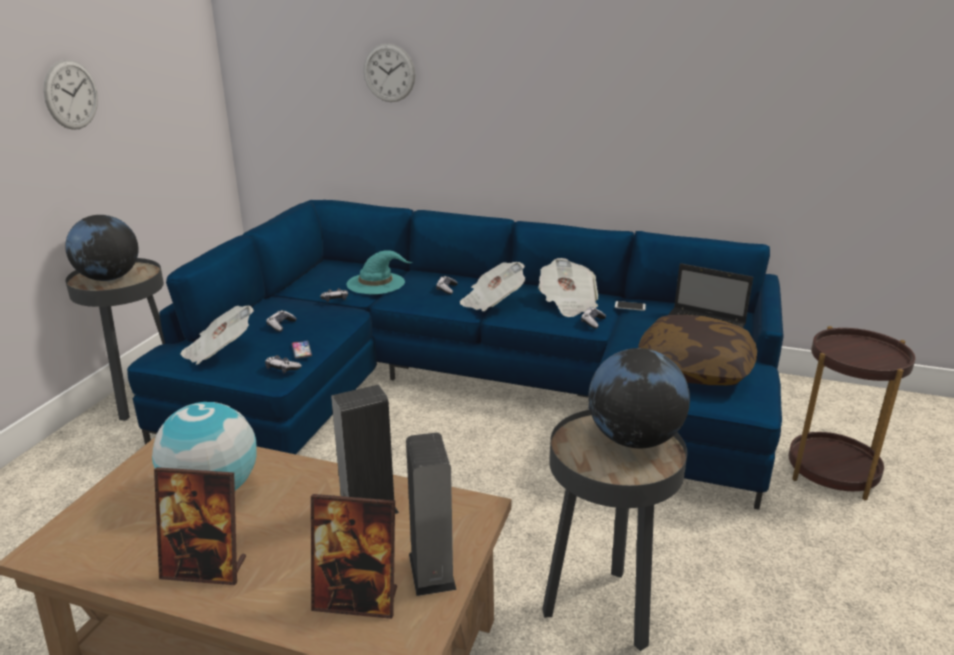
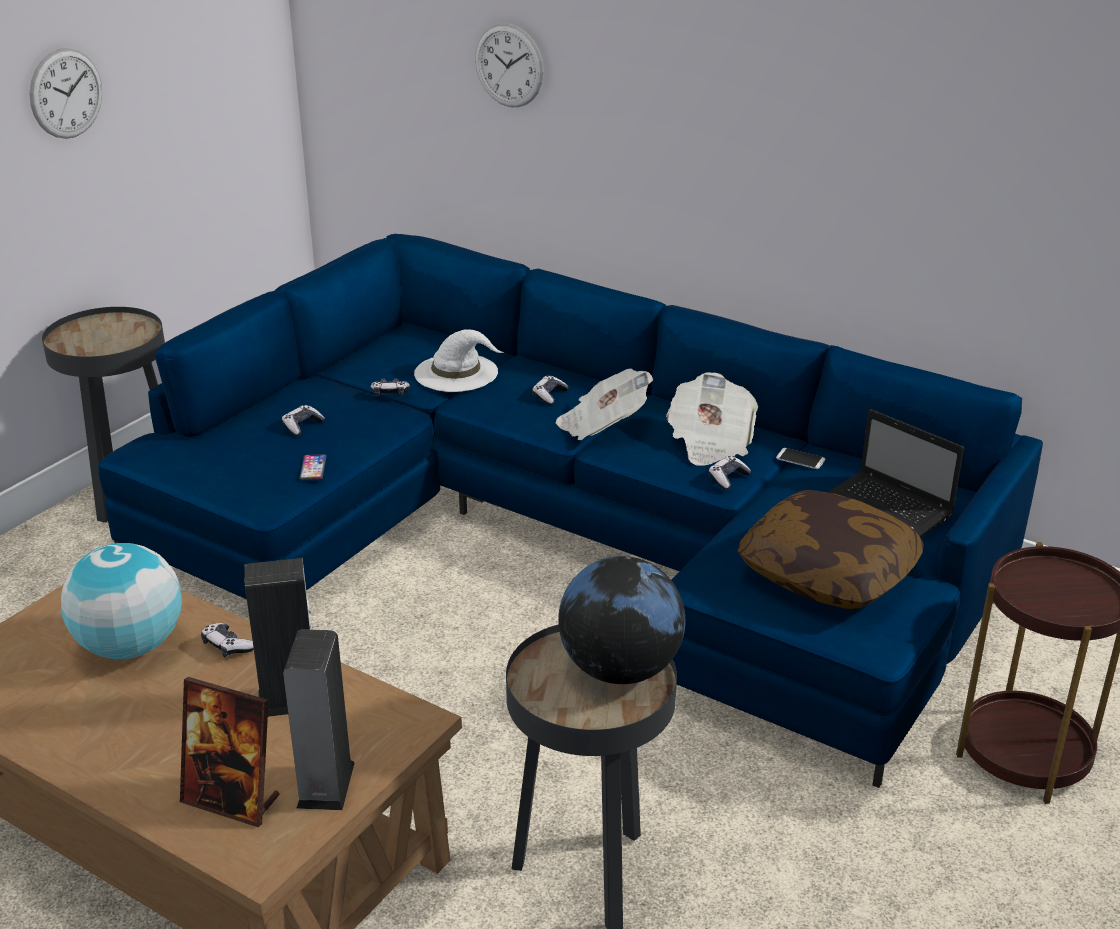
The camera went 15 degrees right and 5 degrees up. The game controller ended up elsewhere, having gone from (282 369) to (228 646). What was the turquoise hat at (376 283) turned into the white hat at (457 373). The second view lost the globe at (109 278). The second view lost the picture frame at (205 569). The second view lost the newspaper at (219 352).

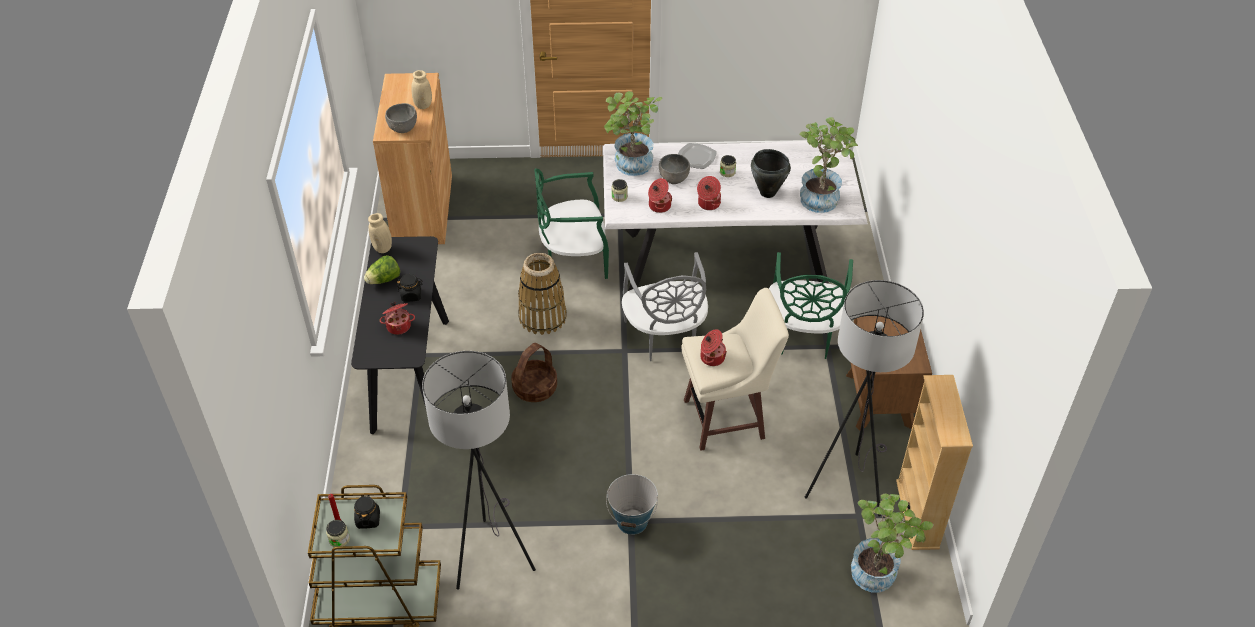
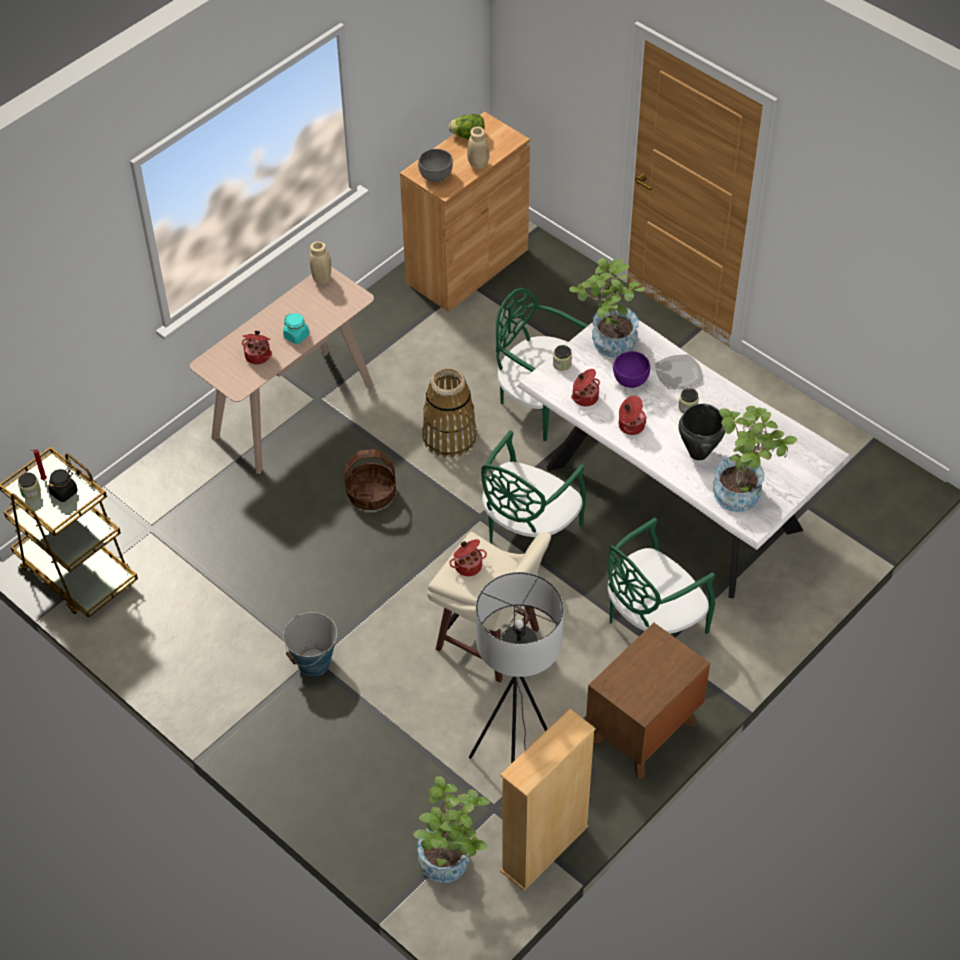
The camera went 45 degrees right and 5 degrees up. What was the black console table at (410 374) turned into the beige console table at (292 410). What was the black jar at (411 295) turned into the turquoise jar at (296 336). The lettuce ended up elsewhere, having gone from (384 280) to (468 136). What was the grey chair at (665 337) turned into the green chair at (528 531). What was the grey bowl at (674 179) turned into the purple bowl at (630 381). The second view lost the grey floor lamp at (490 553).

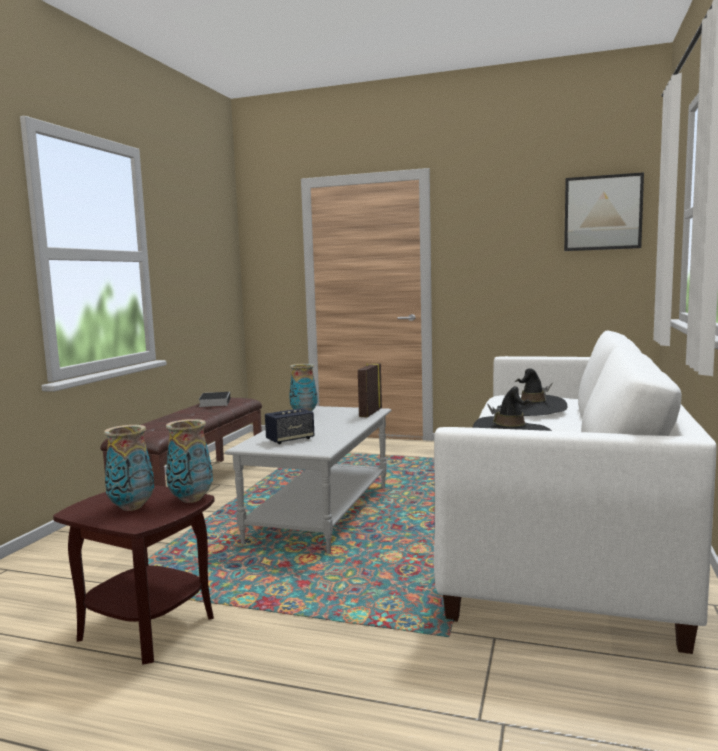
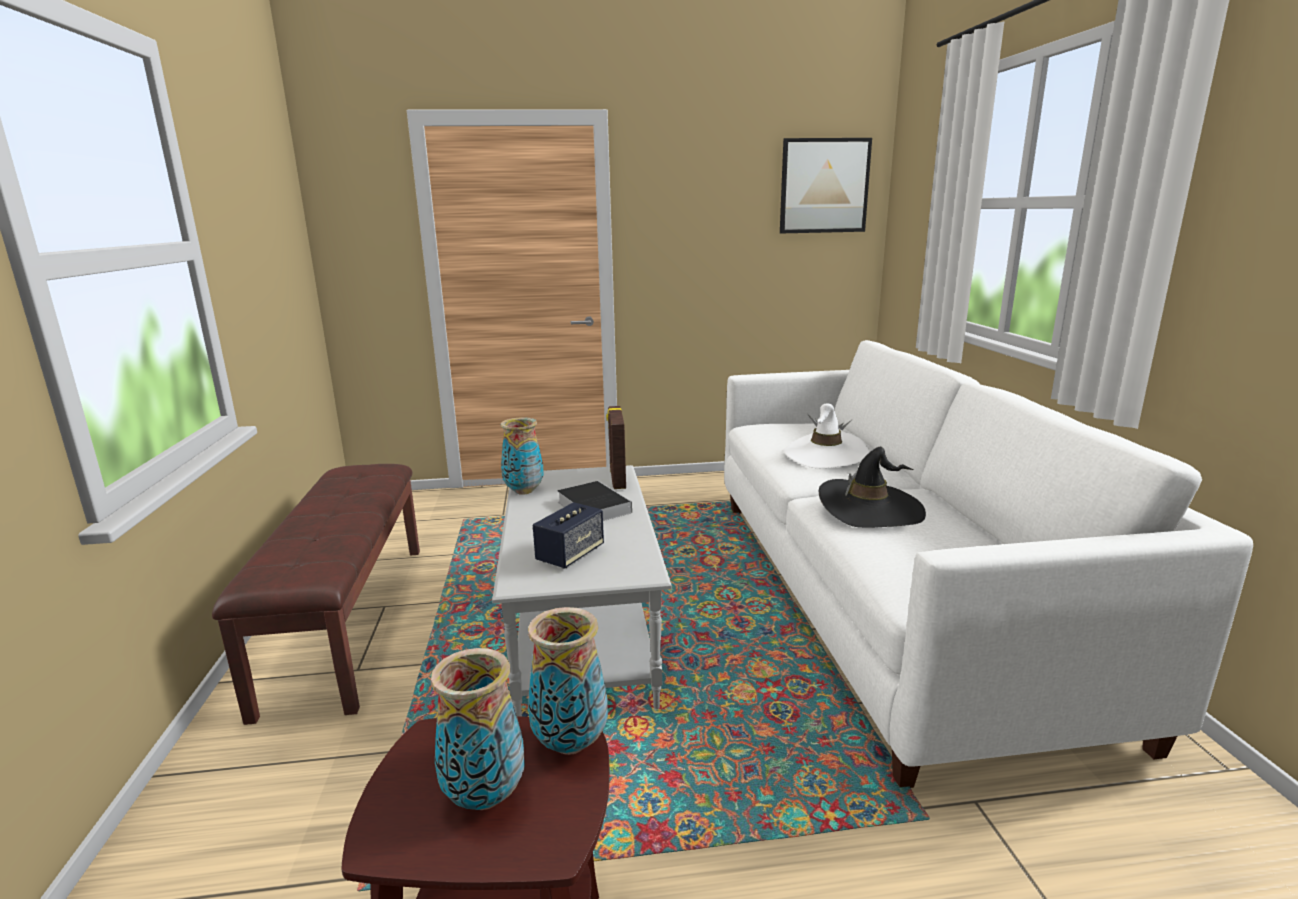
The camera went 25 degrees left and 10 degrees up. The book ended up elsewhere, having gone from (215 402) to (592 506). What was the black hat at (531 411) turned into the white hat at (825 455).

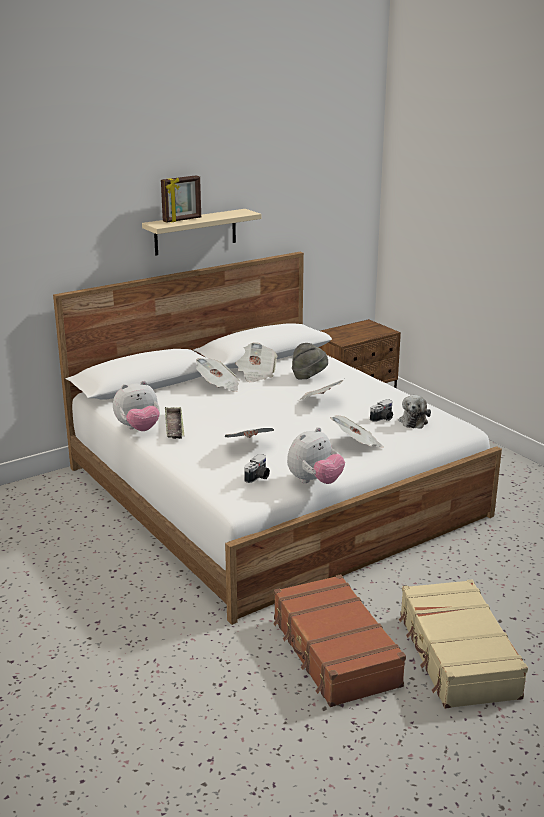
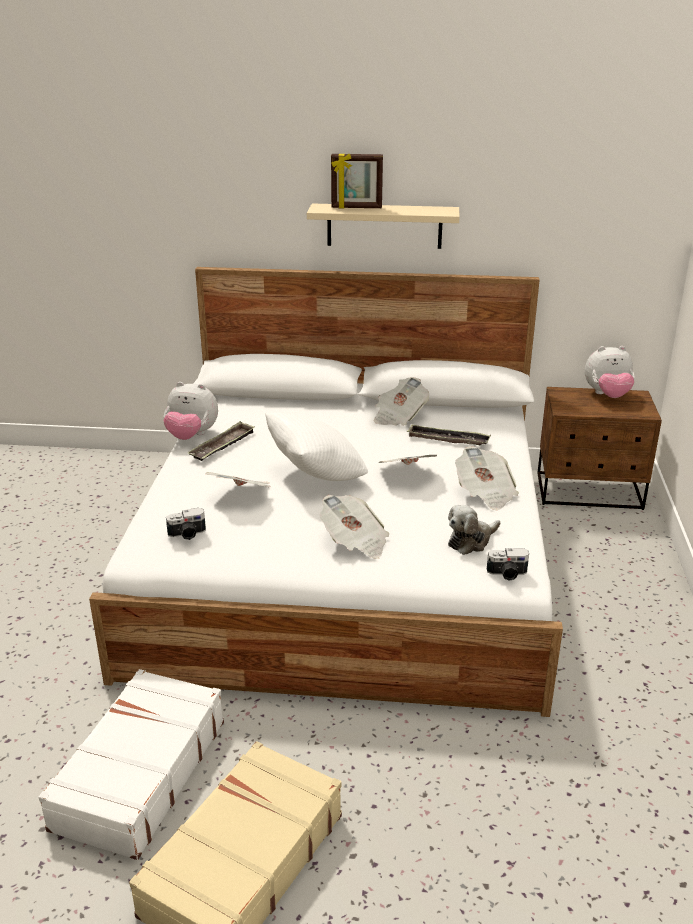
The camera went 40 degrees right and 5 degrees up. What was the brown suitcase at (334 652) turned into the white suitcase at (139 774). The second view gained the white pillow at (316 475). Where the grey hat stood at (309 377), the tray came to stand at (448 439). The newspaper ended up elsewhere, having gone from (219 386) to (485 493). The photo camera ended up elsewhere, having gone from (383 418) to (507 574). The plush toy ended up elsewhere, having gone from (314 482) to (607 395).

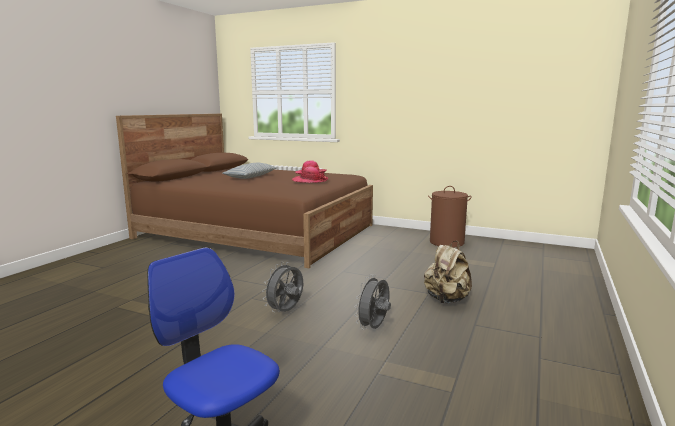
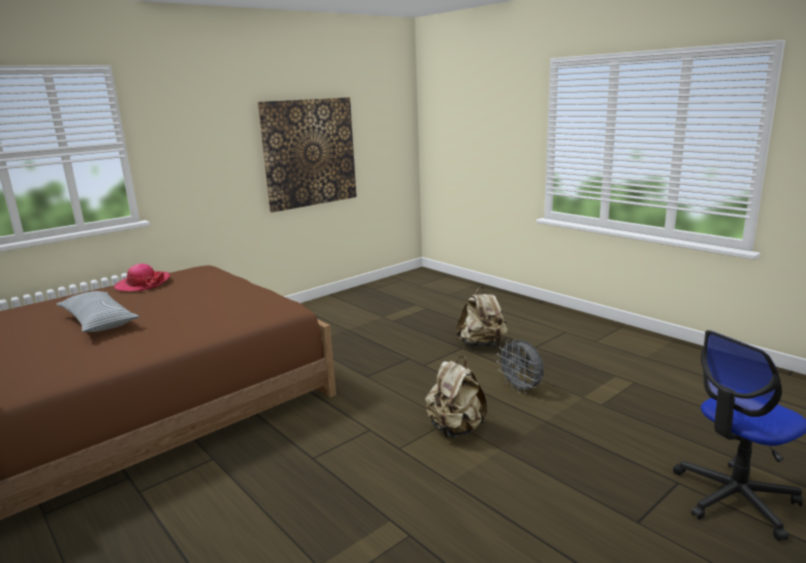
The camera went 65 degrees left and 5 degrees up. The second view gained the picture at (309 153). Where the grey fan stood at (286 311), the beige backpack came to stand at (455 429). The second view lost the hat at (310 181). The second view lost the brown laundry basket at (447 242).

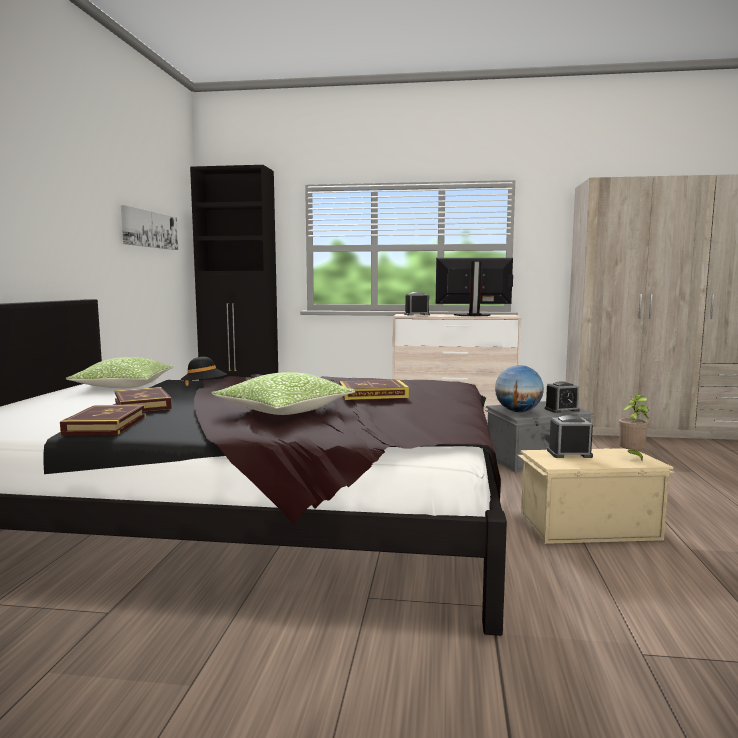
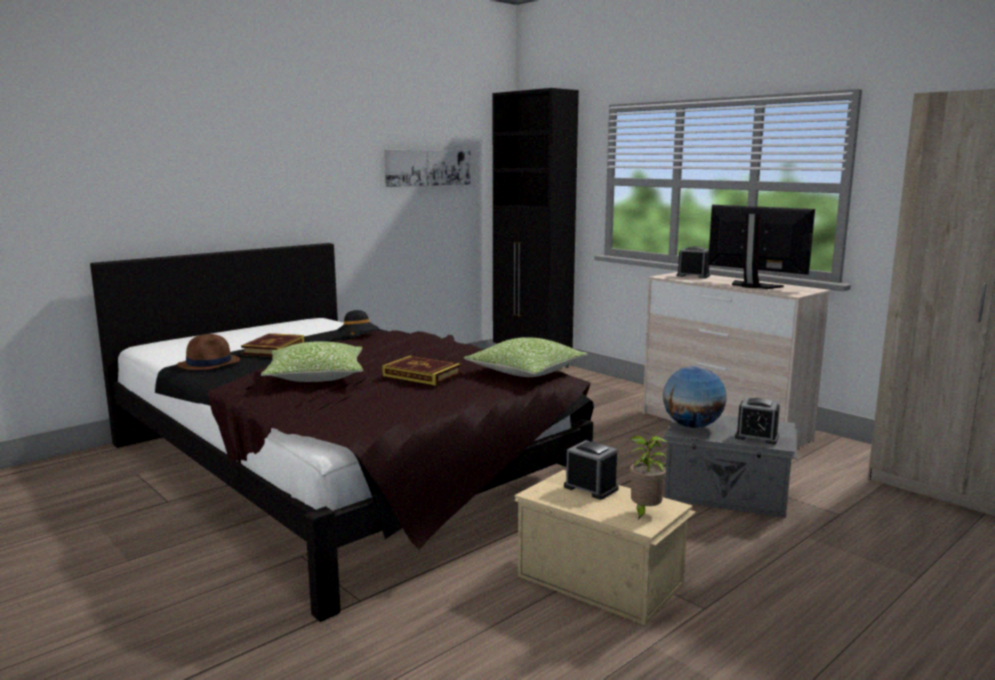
The camera went 40 degrees right and 5 degrees up. Where the book stood at (106 425), the brown hat came to stand at (209 363). The pillow ended up elsewhere, having gone from (124 386) to (526 372).

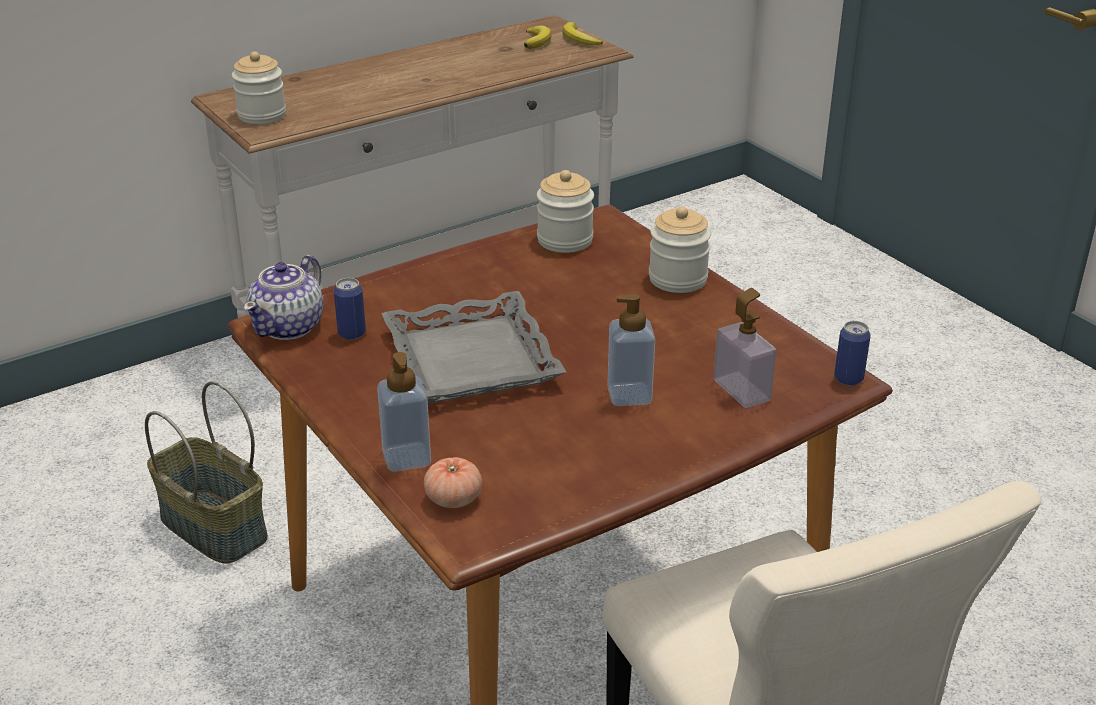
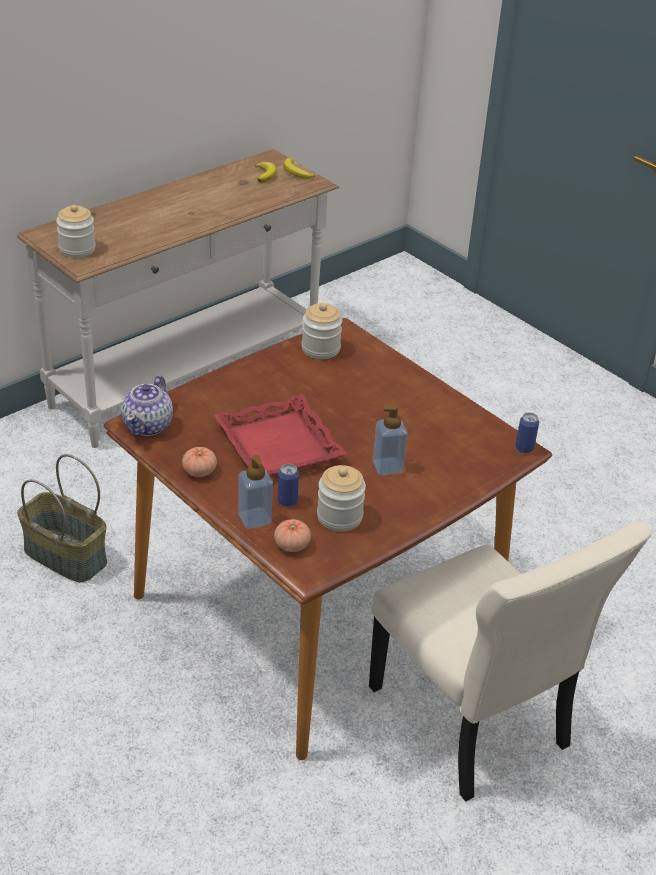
The camera went 10 degrees left and 5 degrees up. The second view gained the tomato at (199 471). What was the grey tray at (469 359) turned into the red tray at (277 445). The can ended up elsewhere, having gone from (352 333) to (287 501). The jar ended up elsewhere, having gone from (677 279) to (339 517). The second view lost the soap dispenser at (741 390).

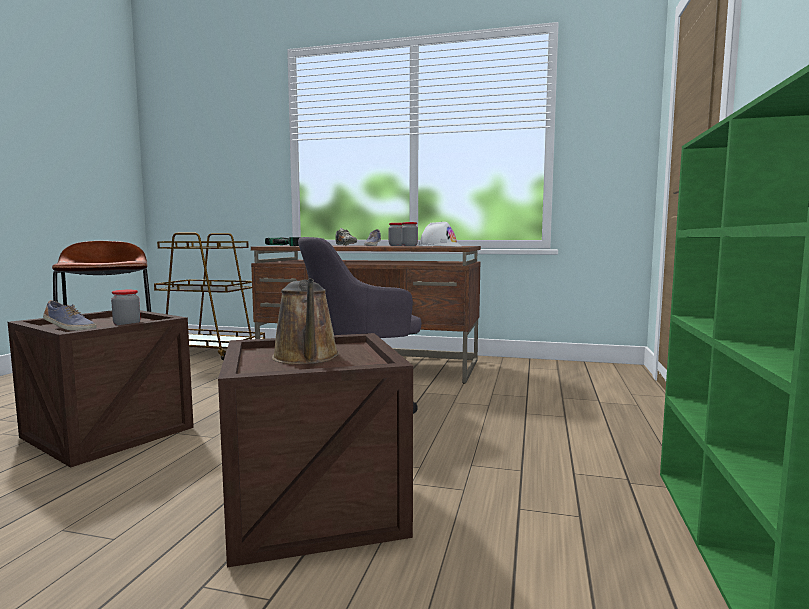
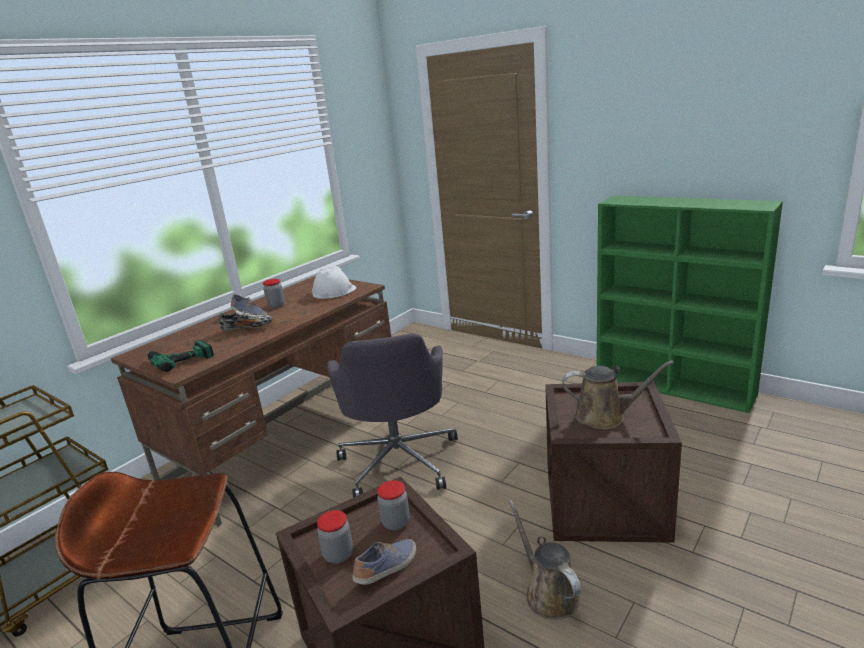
The camera went 65 degrees left and 15 degrees up. The jar ended up elsewhere, having gone from (409 246) to (338 555). The second view gained the brown watering can at (548 593).

